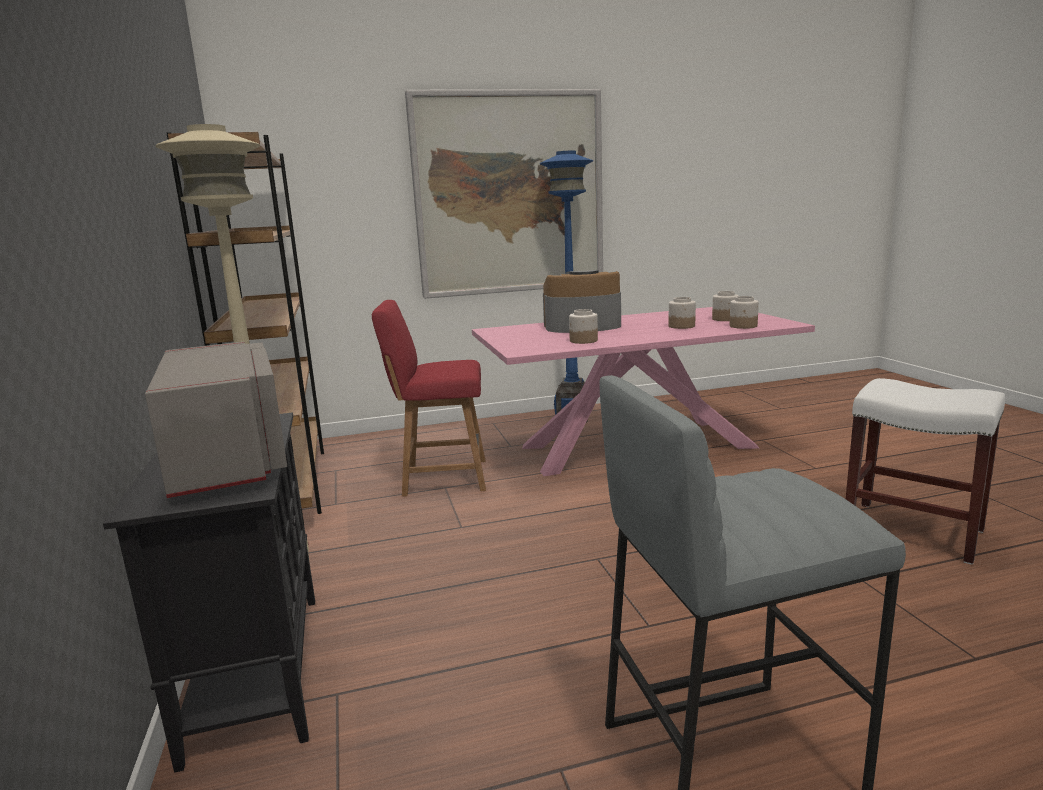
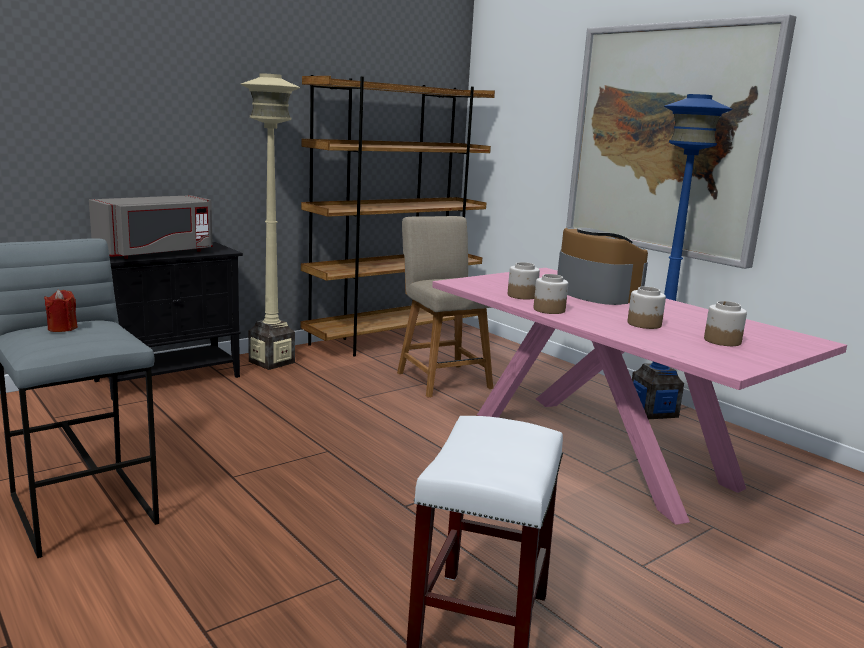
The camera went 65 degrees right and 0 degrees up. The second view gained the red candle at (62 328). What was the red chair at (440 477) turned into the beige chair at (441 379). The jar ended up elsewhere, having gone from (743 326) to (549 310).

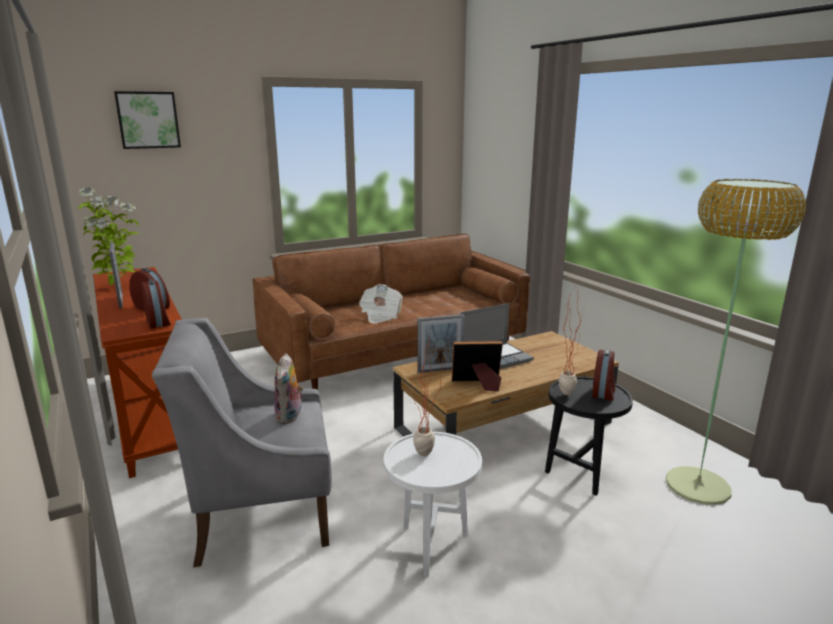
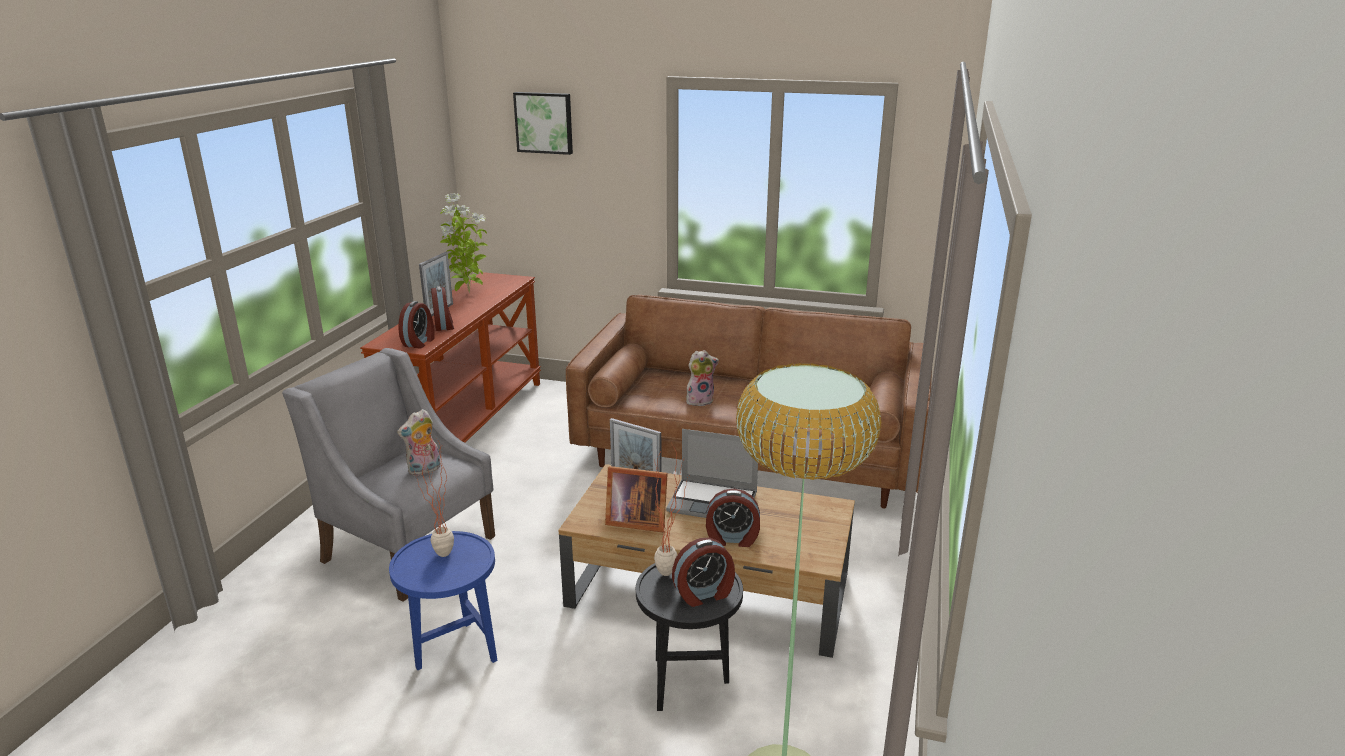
The camera went 45 degrees right and 5 degrees up. What was the white side table at (431 549) turned into the blue side table at (454 653). The picture frame at (478 384) ended up facing another way, 150 degrees clockwise from before. Where the newspaper stood at (380 316), the plush toy came to stand at (700 400). The second view gained the alarm clock at (732 539).

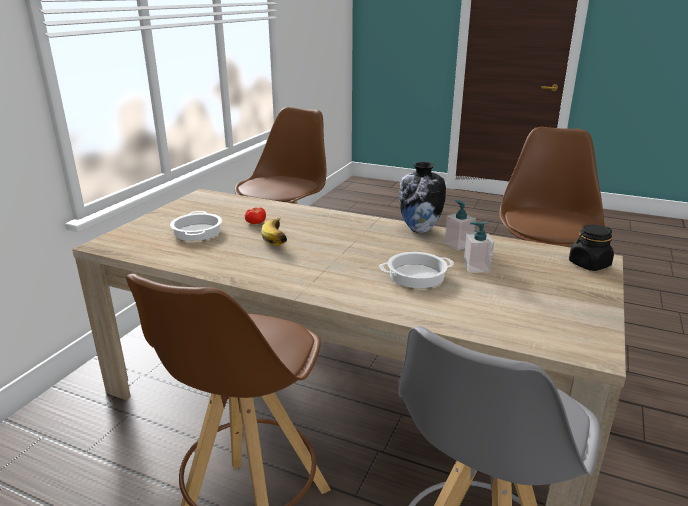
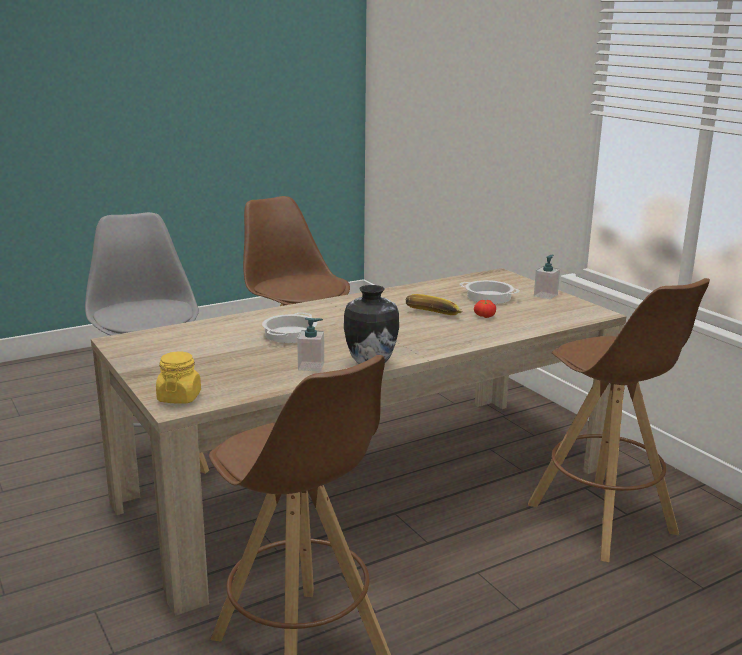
The camera went 125 degrees right and 5 degrees down. What was the black jar at (589 264) turned into the yellow jar at (179 397). The soap dispenser ended up elsewhere, having gone from (476 267) to (545 295).

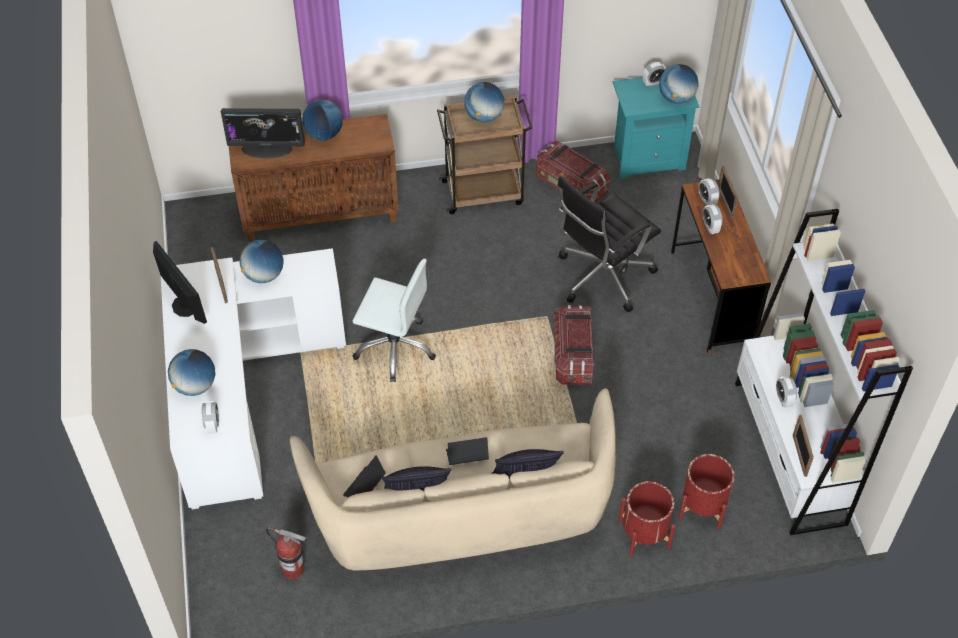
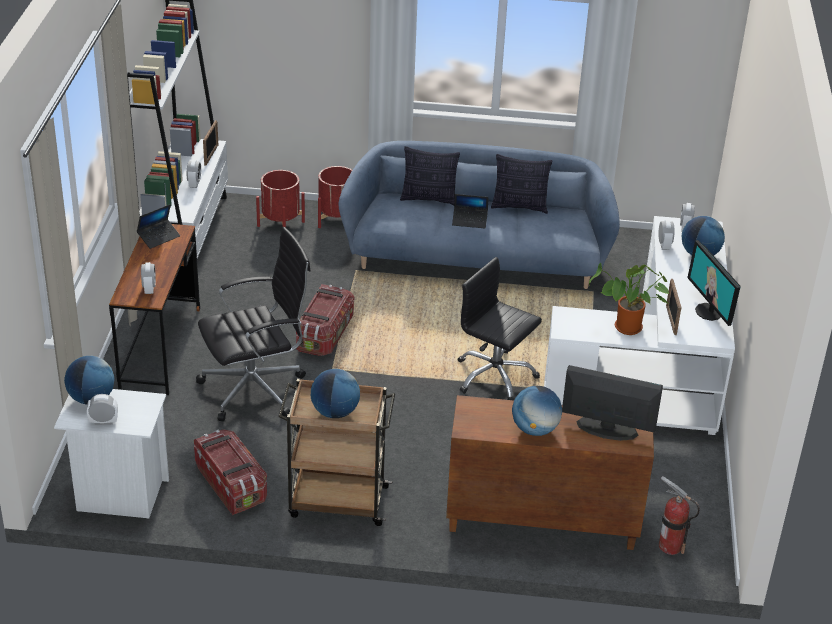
The camera went 165 degrees left and 15 degrees down. What was the turquoise nightstand at (647 158) turned into the white nightstand at (119 495). The laptop ended up elsewhere, having gone from (364 486) to (159 237). What was the beige sofa at (462 515) turned into the blue sofa at (476 257). What was the white office chair at (395 348) turned into the black office chair at (494 377). Where the globe stood at (264 275), the potted plant came to stand at (626 329). The alarm clock ended up elsewhere, having gone from (710 227) to (664 245). The fire extinguisher ended up elsewhere, having gone from (293 569) to (670 546). The second view lost the picture frame at (725 203).

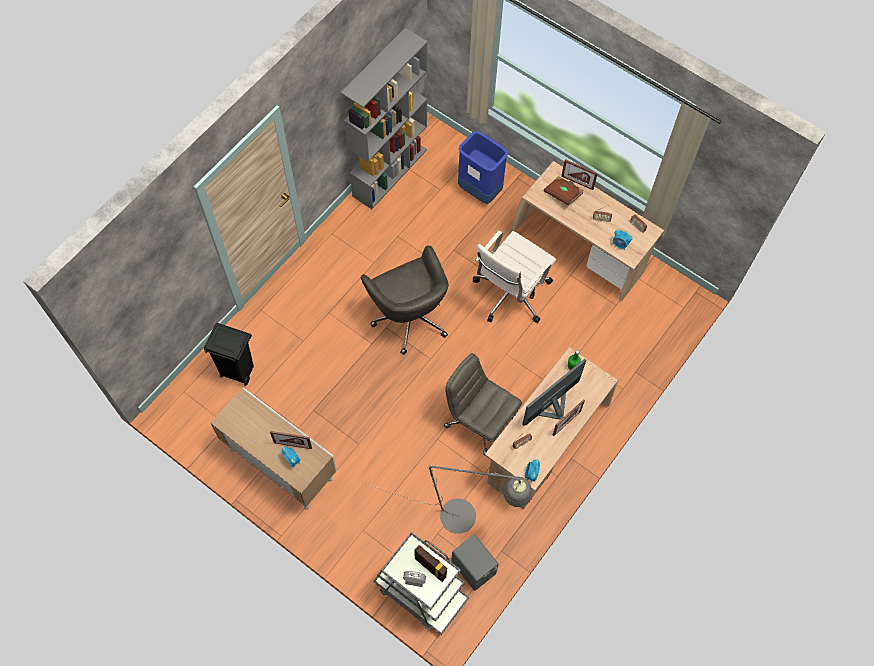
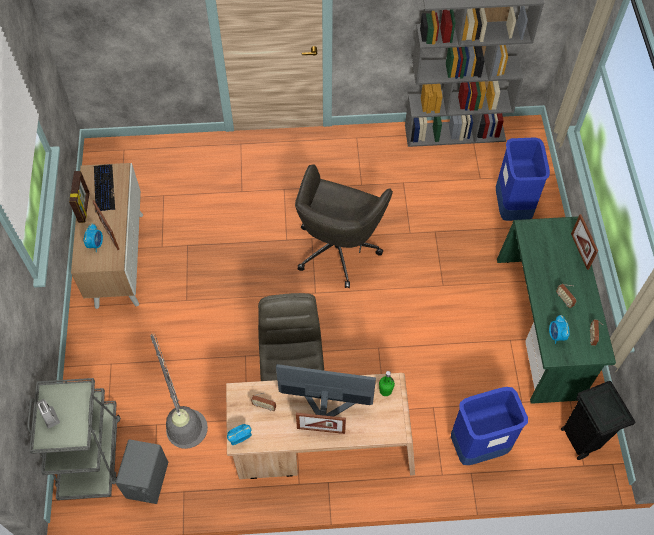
The camera went 50 degrees right and 5 degrees down. The picture frame ended up elsewhere, having gone from (430 567) to (84 207). The second view gained the keyboard at (104 188). The second view gained the blue trash can at (478 446). What was the beige desk at (578 251) turned into the green desk at (540 328). The black trash can ended up elsewhere, having gone from (238 372) to (580 439). The second view lost the white office chair at (510 294). The second view lost the brown book at (563 194).

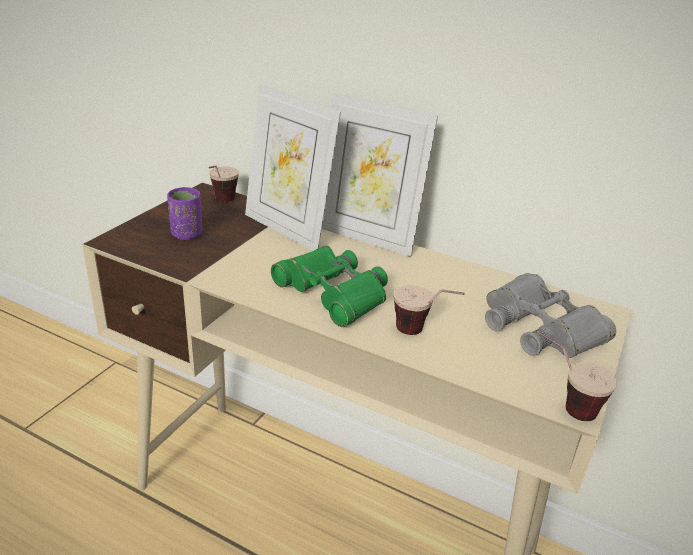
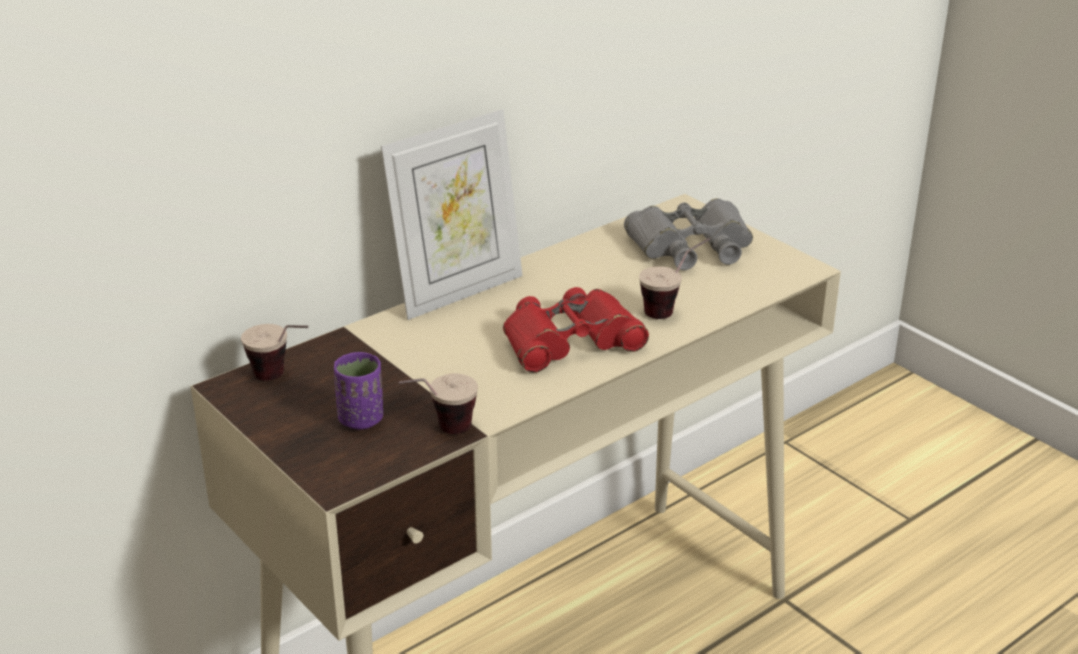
The camera went 65 degrees left and 0 degrees up. The cup ended up elsewhere, having gone from (561 404) to (439 433). What was the green binoculars at (332 293) turned into the red binoculars at (570 341). The second view lost the picture frame at (287 229).

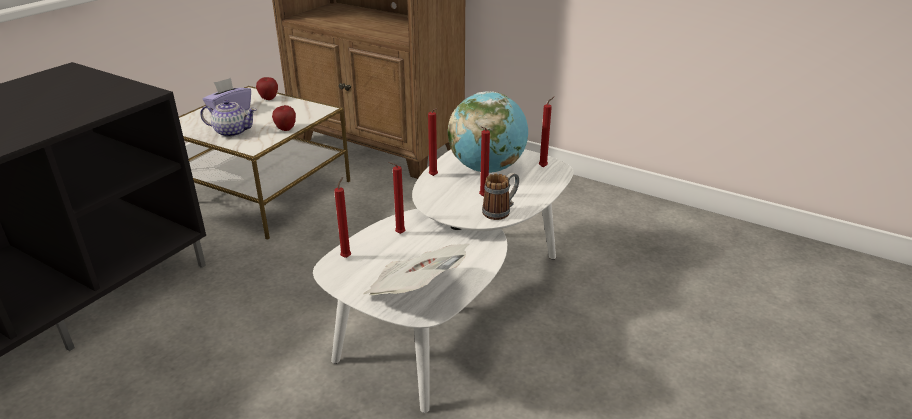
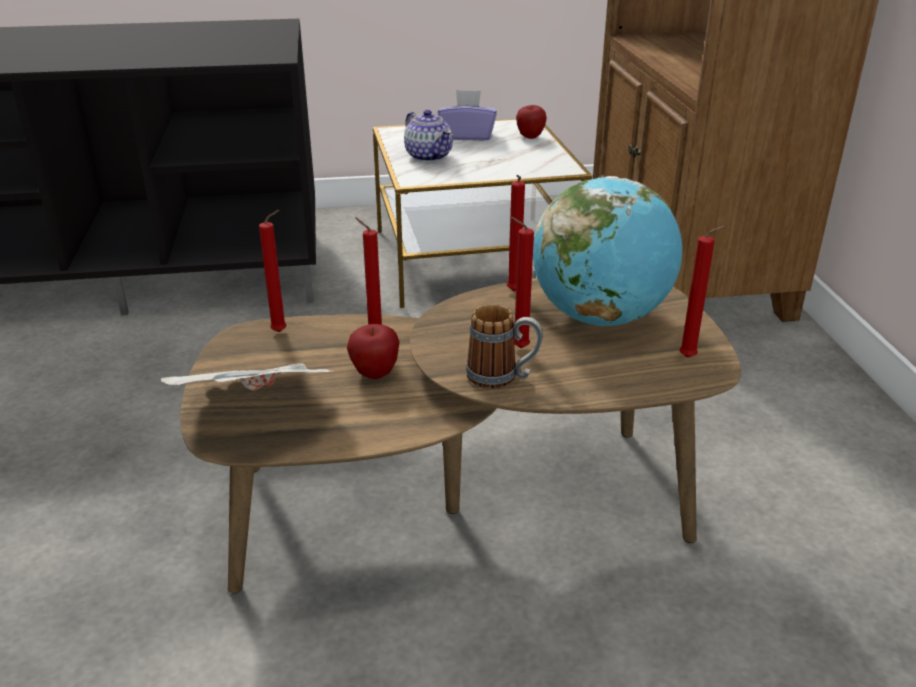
The camera went 50 degrees right and 0 degrees up. What was the white coffee table at (456 305) turned into the brown coffee table at (459 505). The apple ended up elsewhere, having gone from (286 129) to (375 374).

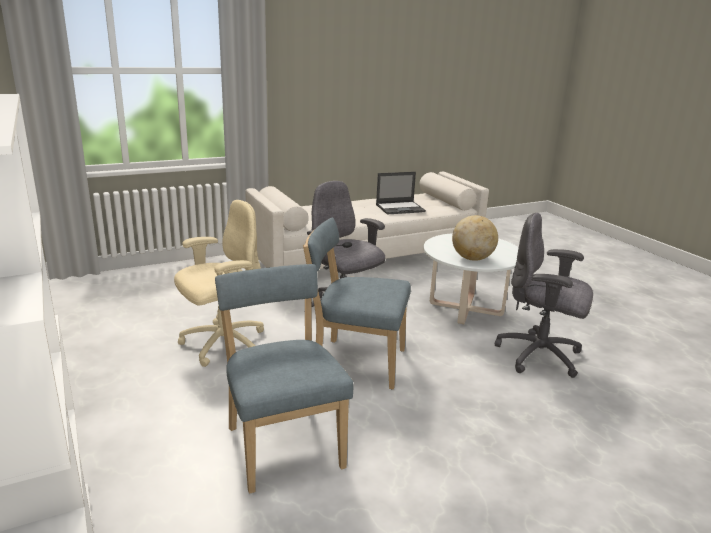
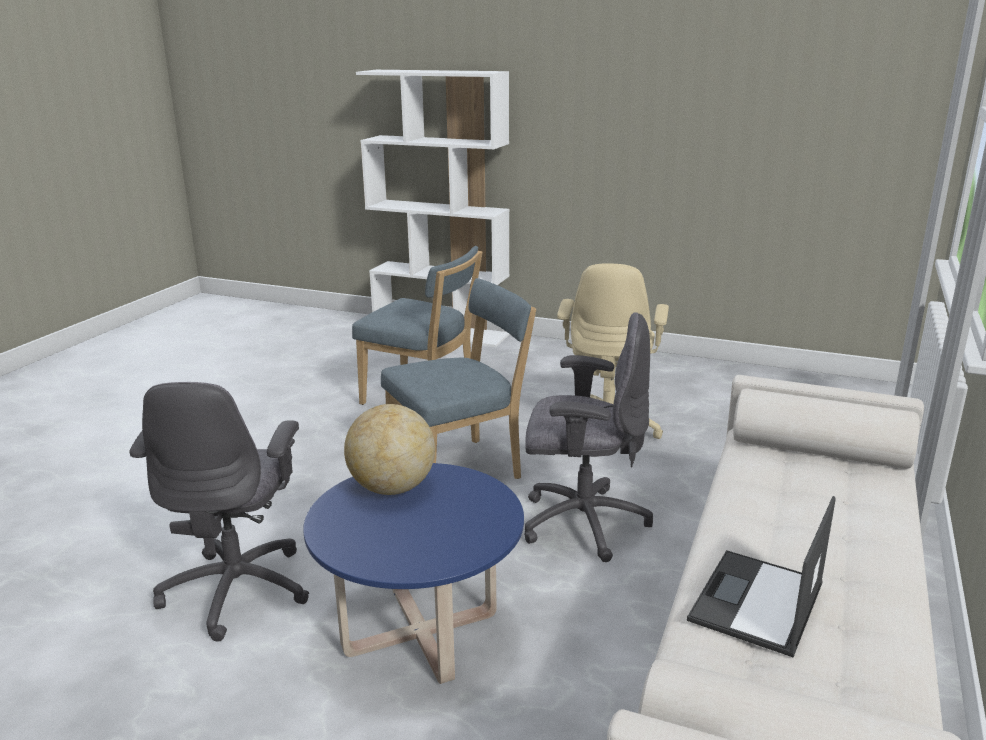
The camera went 140 degrees right and 0 degrees up. The grey office chair at (540 356) ended up facing another way, 105 degrees clockwise from before. What was the white coffee table at (466 308) turned into the blue coffee table at (420 632).

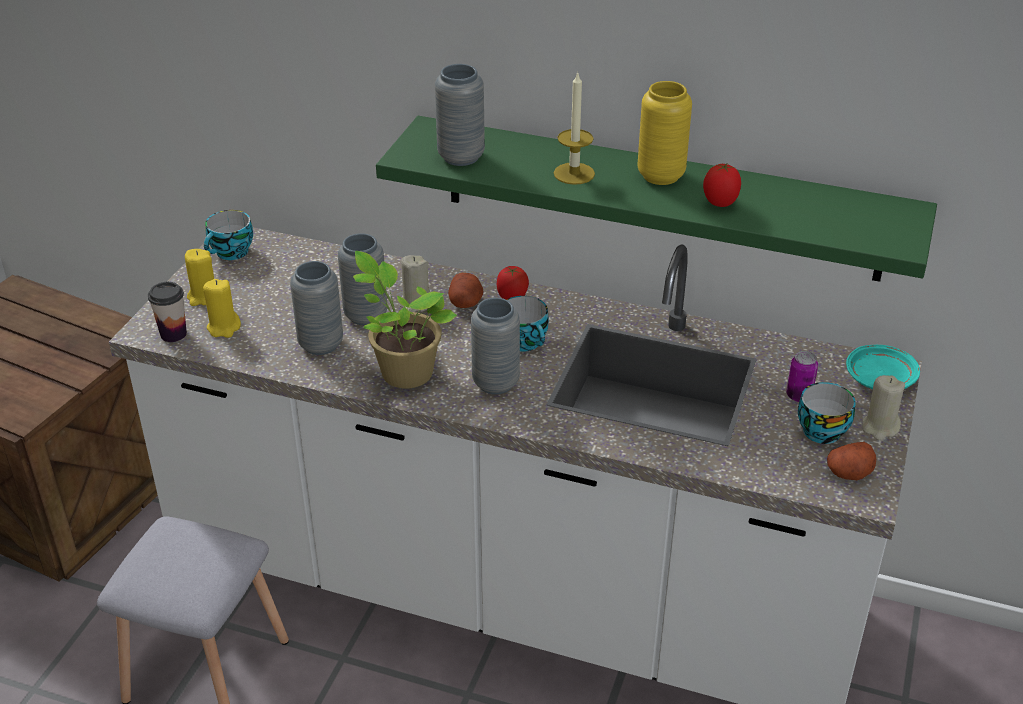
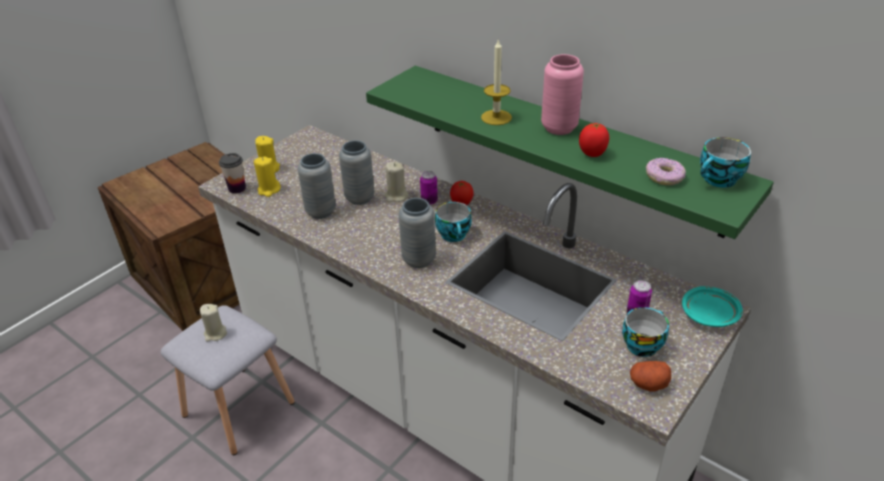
The camera went 20 degrees right and 0 degrees up. The beige candle ended up elsewhere, having gone from (880 427) to (215 334). Where the potato stood at (466 302), the can came to stand at (429 201). What was the yellow vase at (660 176) turned into the pink vase at (559 128). The second view gained the donut at (664 177). The cup ended up elsewhere, having gone from (231 253) to (719 180). The second view lost the potted plant at (403 371). The second view lost the grey vase at (461 157).

